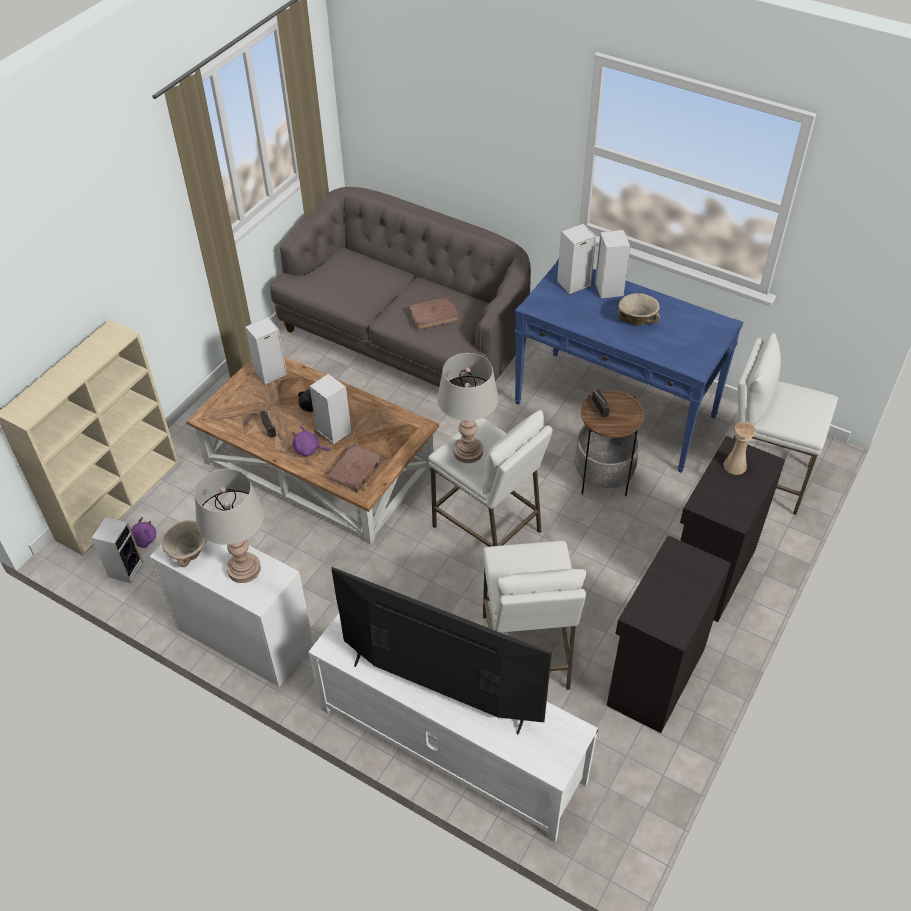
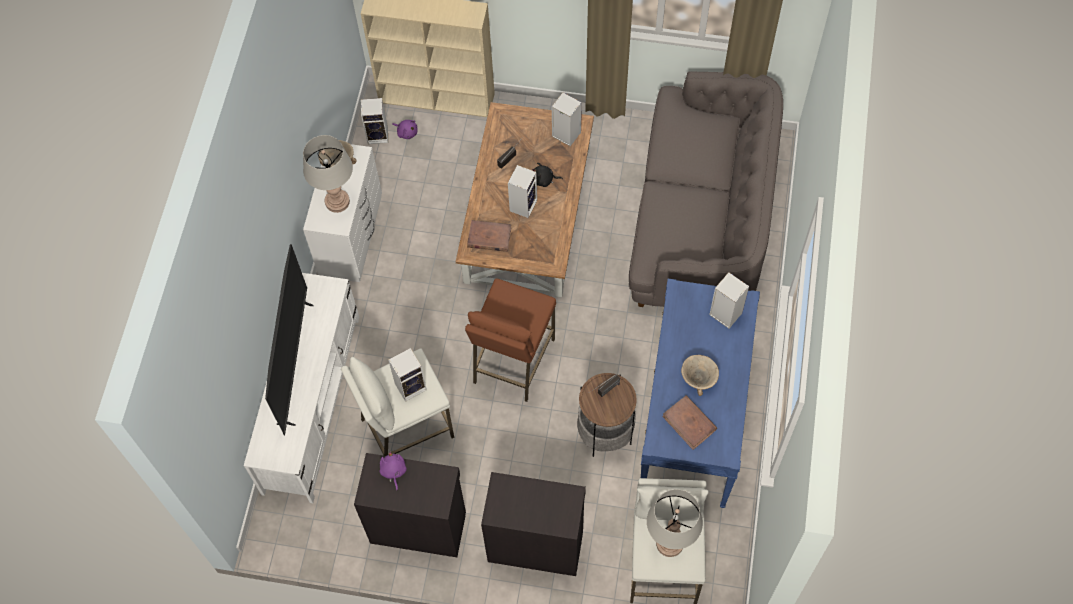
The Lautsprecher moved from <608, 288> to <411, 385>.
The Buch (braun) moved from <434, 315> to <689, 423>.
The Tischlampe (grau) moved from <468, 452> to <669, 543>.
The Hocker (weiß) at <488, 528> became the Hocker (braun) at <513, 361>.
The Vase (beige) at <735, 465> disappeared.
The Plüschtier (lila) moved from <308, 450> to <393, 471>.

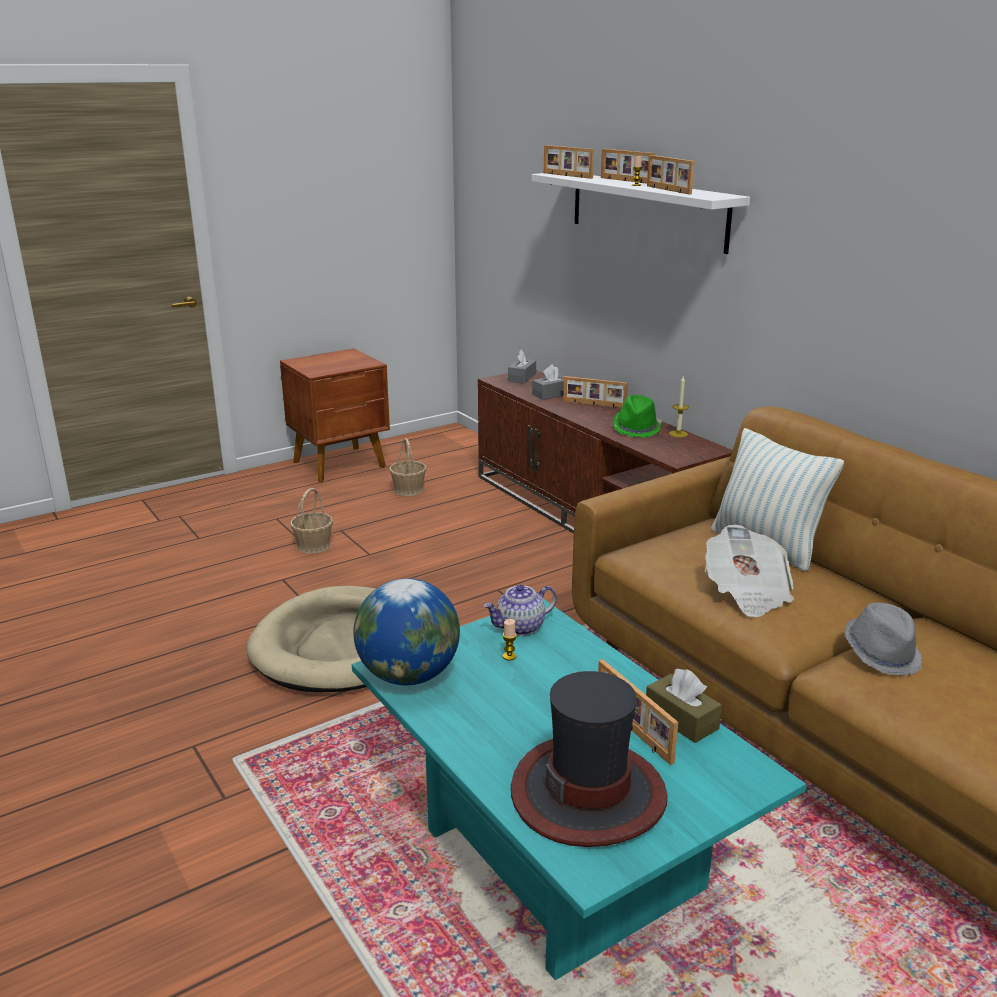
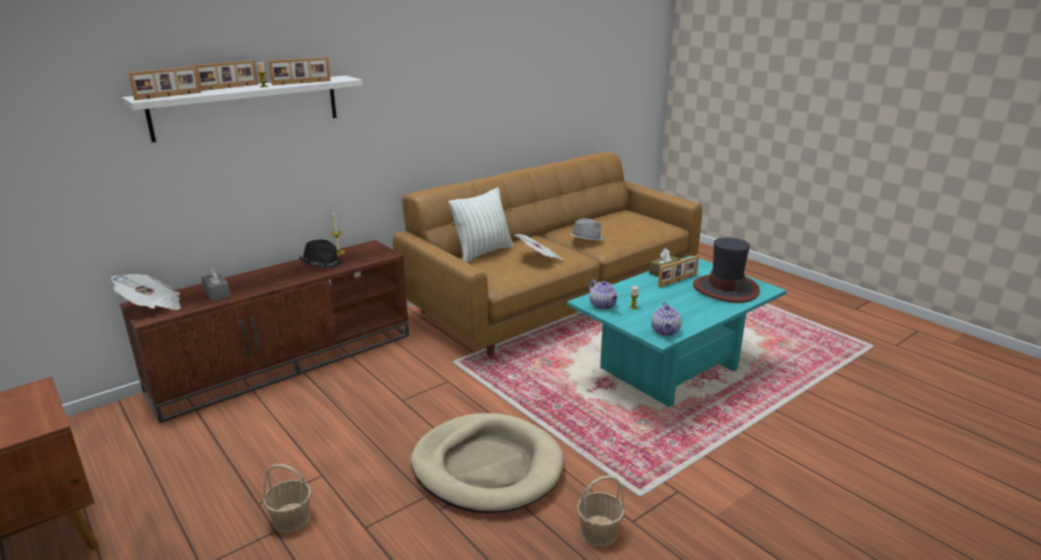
The Taschentuchbox (grau) at <522, 378> was replaced by the Zeitung at <152, 306>.
The Bilderrahmen at <594, 404> disappeared.
The Hut (grün) at <636, 428> became the Hut (schwarz) at <321, 264>.
The Korb moved from <409, 489> to <598, 531>.
The Globus at <409, 676> was replaced by the Teekanne at <665, 331>.

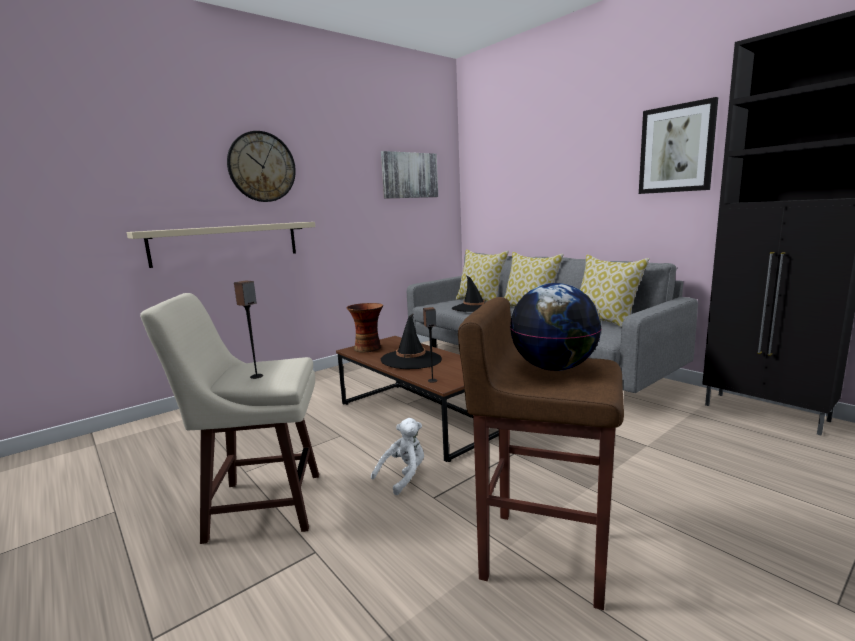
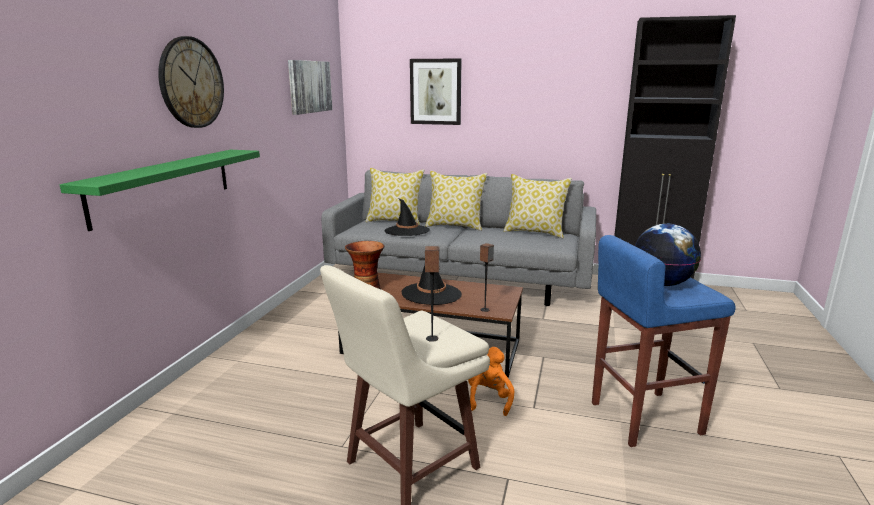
The Bild moved from <676, 149> to <435, 92>.
The Wandregal (beige) at <226, 243> became the Wandregal (grün) at <164, 185>.
The Hocker (braun) at <543, 554> became the Hocker (blau) at <643, 417>.
The Plüschtier (weiß) at <403, 476> became the Plüschtier (orange) at <490, 400>.

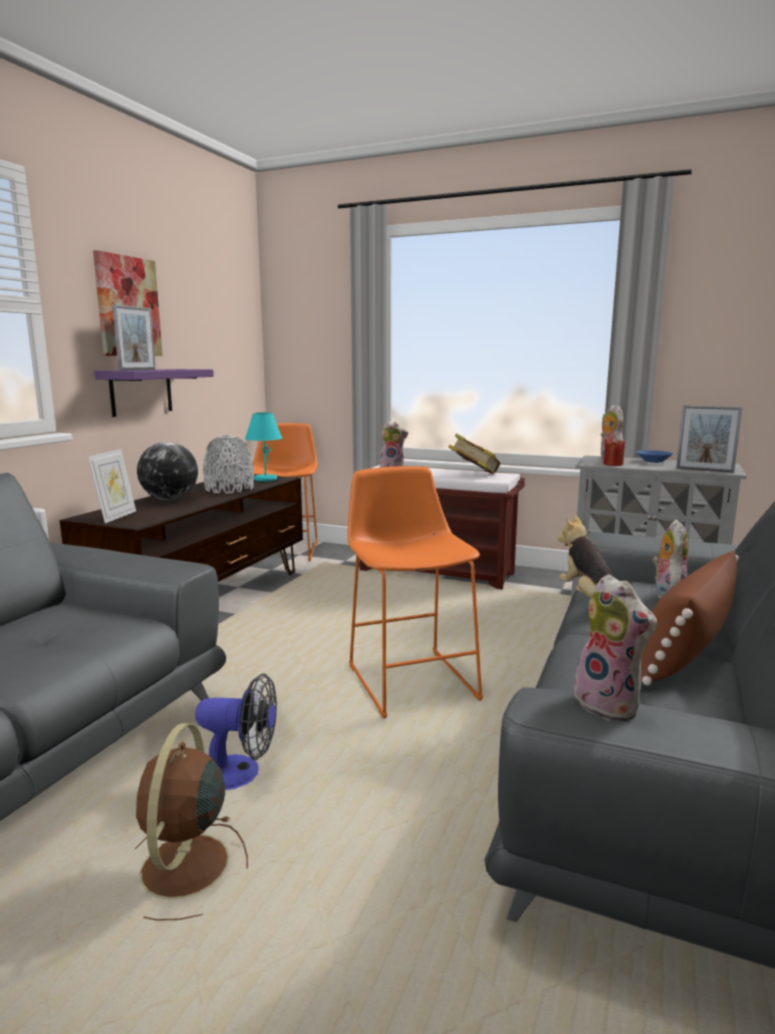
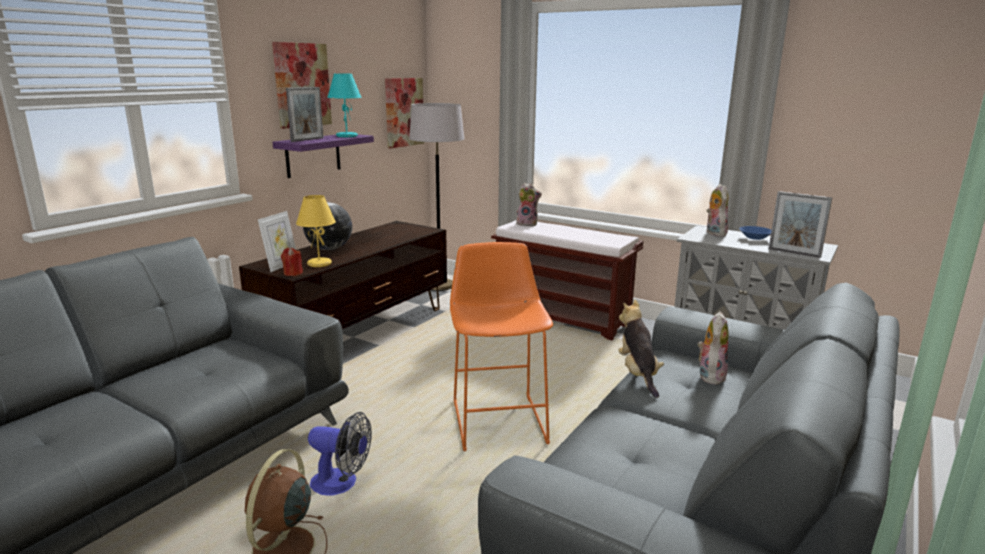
The Tischlampe (türkis) moved from <265, 479> to <346, 136>.
The Hocker (orange) at <286, 549> was replaced by the Stehlampe (grau) at <439, 286>.
The Buch at <474, 474> disappeared.
The Vase (grau) at <229, 489> disappeared.
The Kerze (rot) moved from <613, 464> to <293, 273>.
The Kissen (braun) at <684, 650> disappeared.
The Plüschtier at <610, 705> disappeared.
The Bild at <404, 112> appeared.
The Tischlampe (gelb) at <319, 264> appeared.

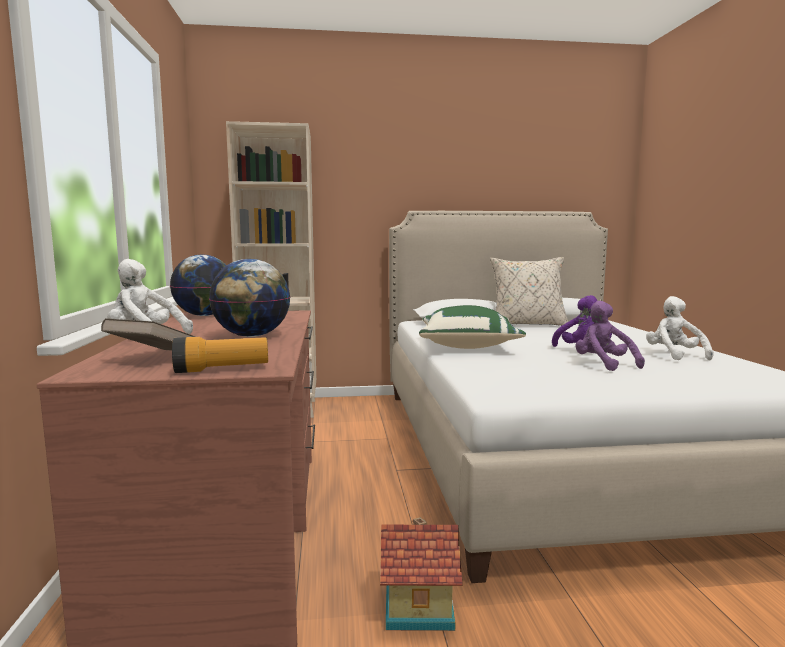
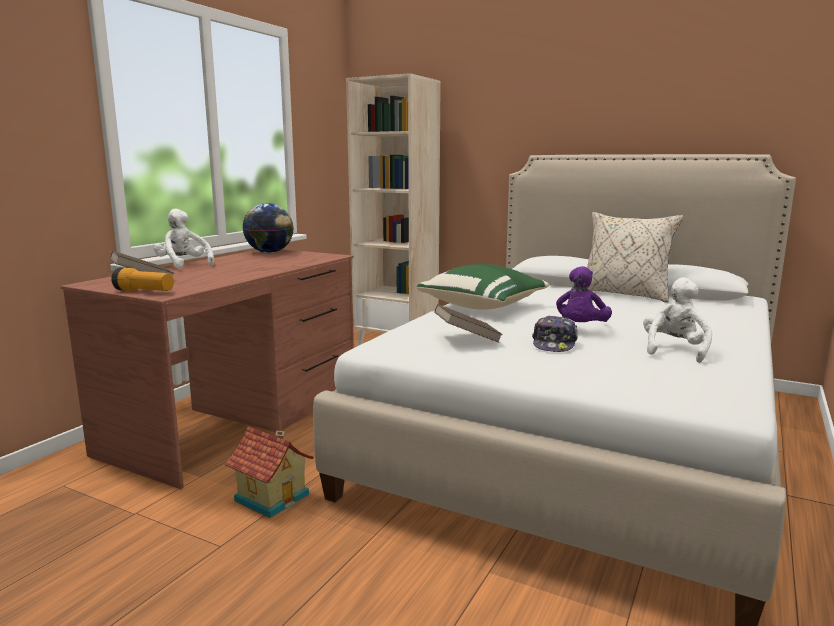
The Globus at <251, 336> disappeared.
The Plüschtier (lila) at <603, 364> was replaced by the Kappe at <554, 344>.
The Buch (braun) at <467, 338> appeared.

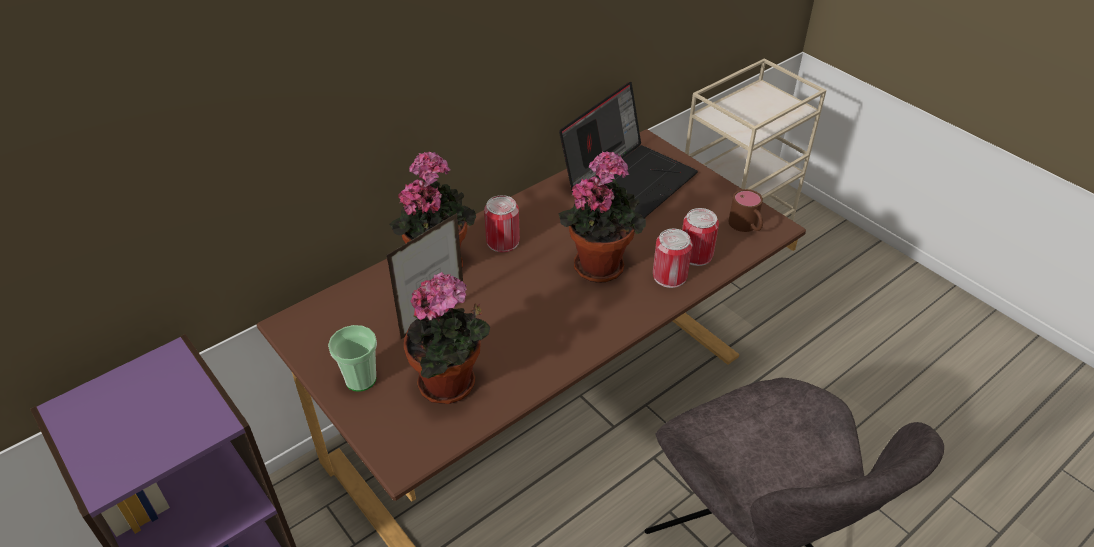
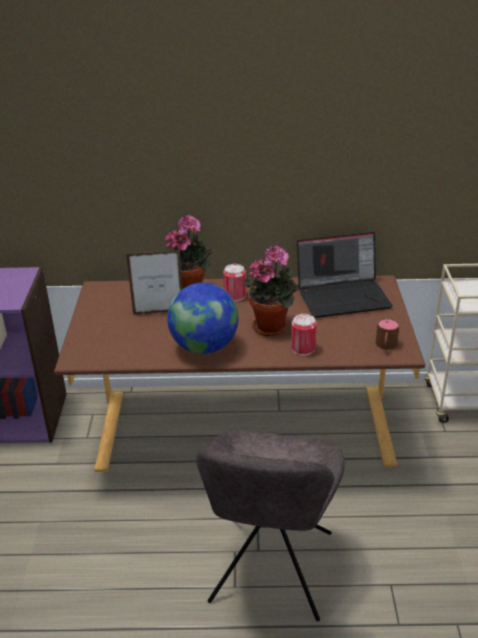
The Dose at <696, 254> disappeared.
The Topfpflanze at <452, 385> disappeared.
The Tasse at <360, 379> disappeared.
The Globus at <204, 347> appeared.

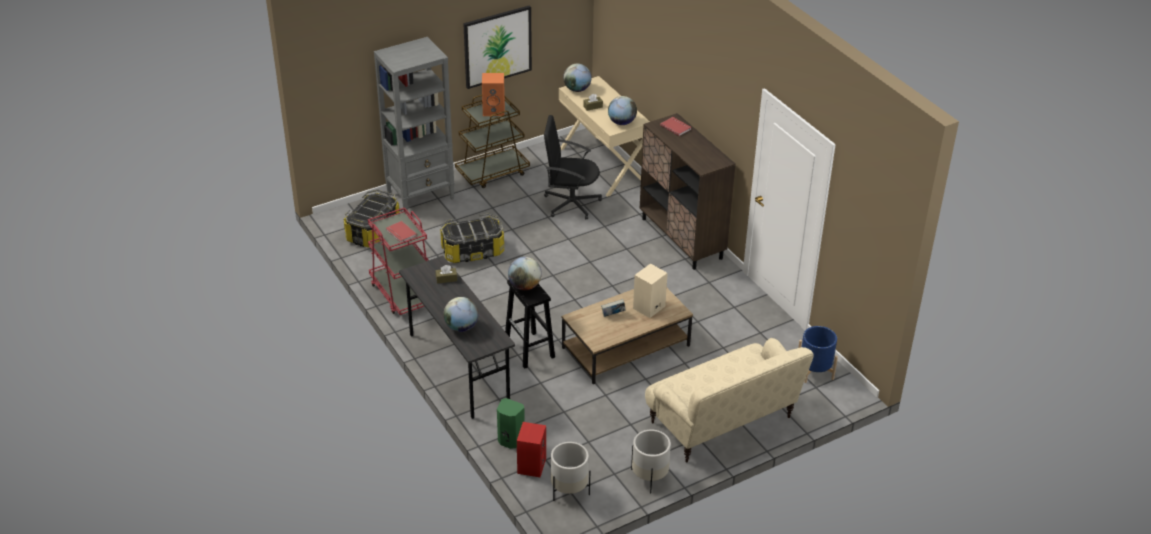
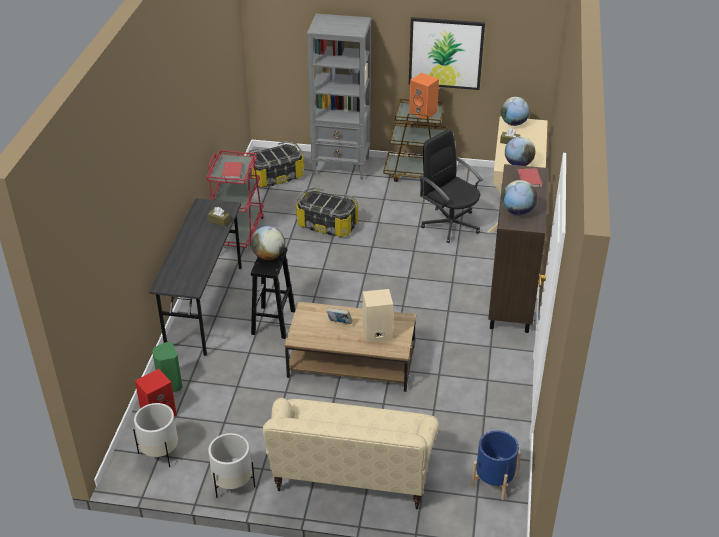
The Globus moved from <461, 327> to <517, 211>.

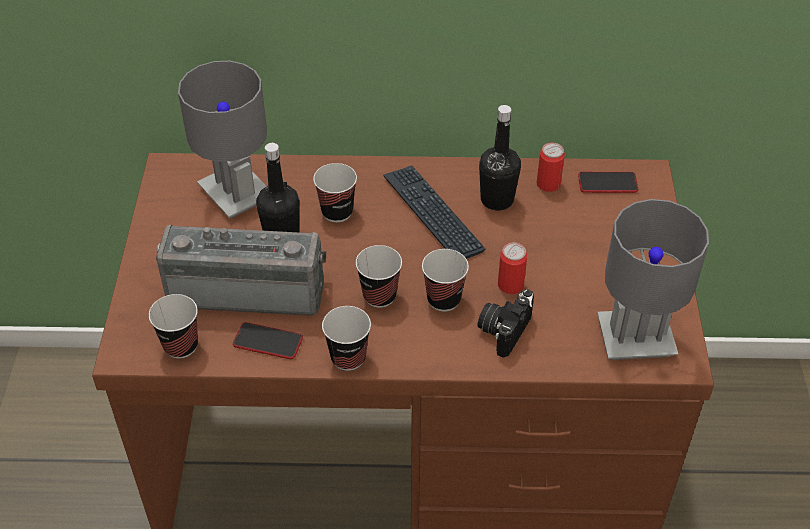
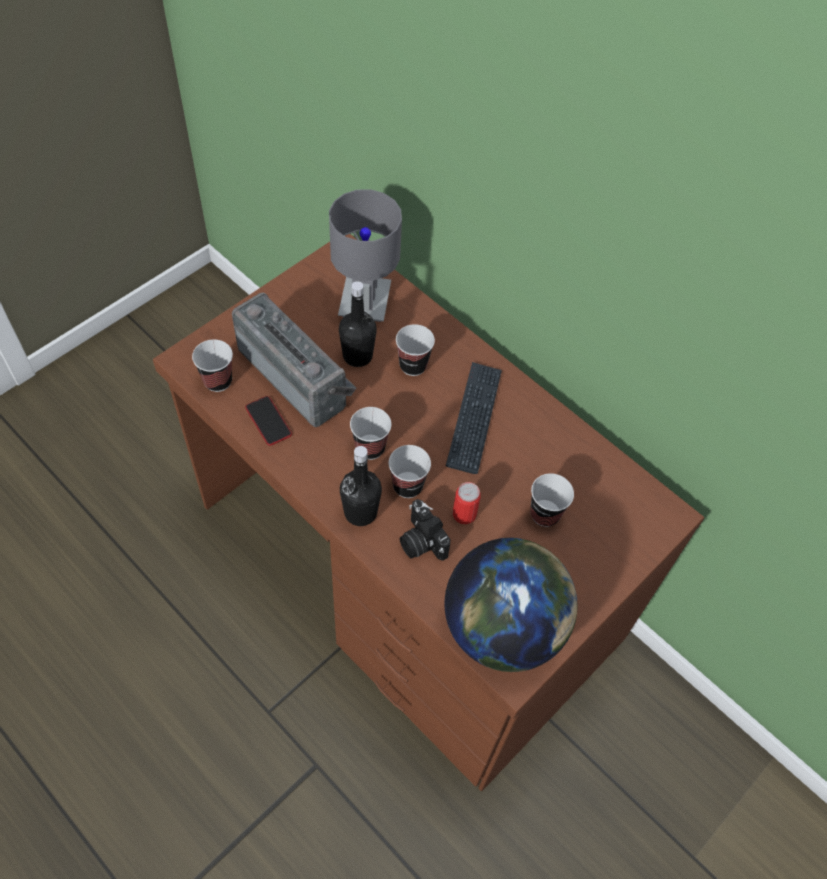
The Flasche (schwarz) moved from <497, 200> to <360, 512>.
The Dose at <548, 184> disappeared.
The Handy at <607, 183> disappeared.
The Tischlampe (grau) at <635, 338> was replaced by the Globus at <503, 628>.
The Kamera at <503, 330> turned 105 degrees counterclockwise.
The Tasse moved from <348, 357> to <545, 514>.

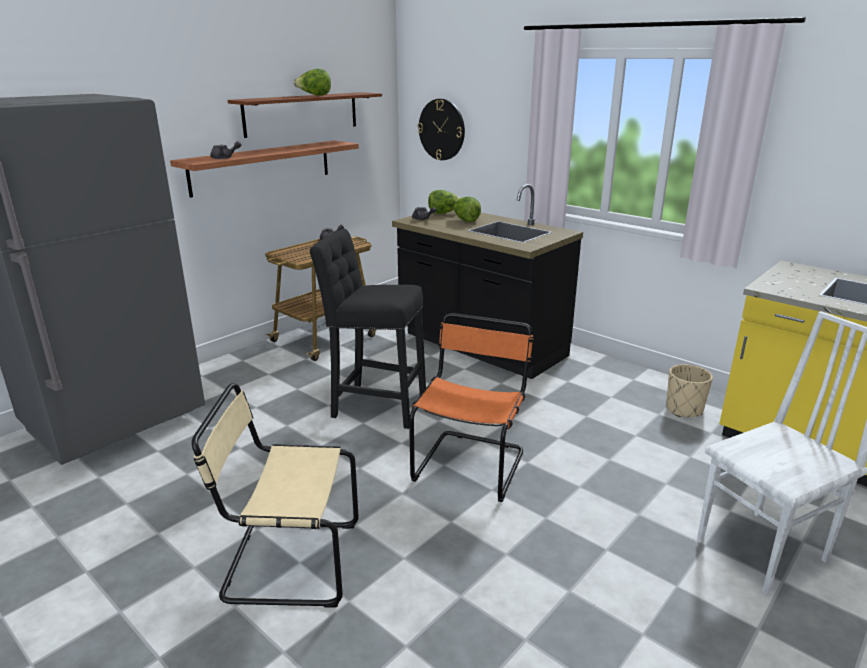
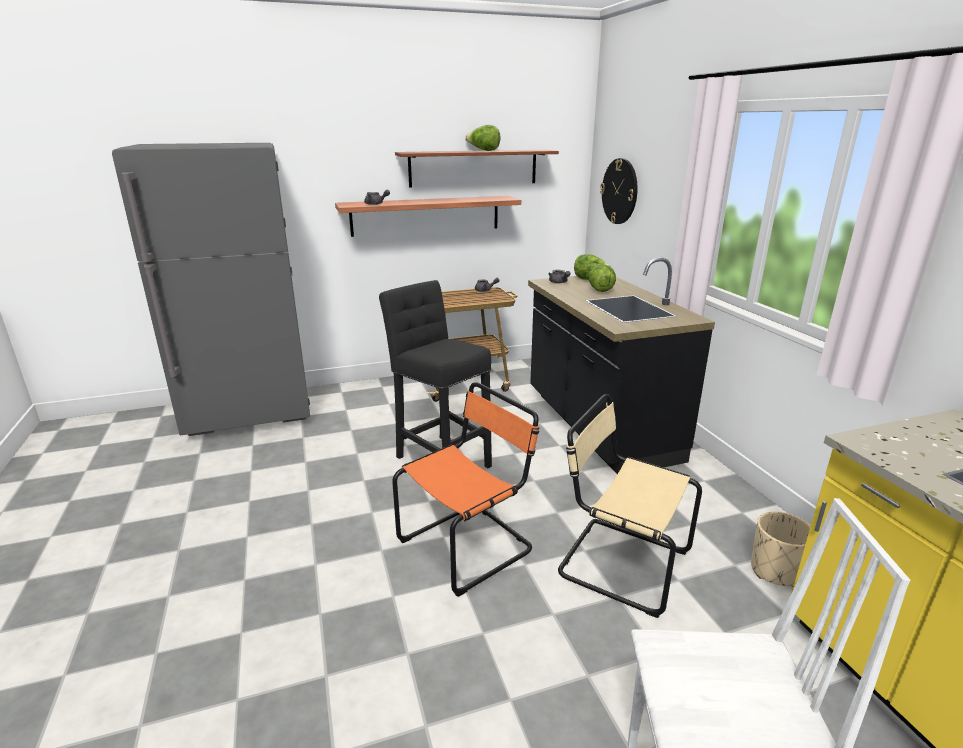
The Stuhl (beige) moved from <287, 562> to <618, 562>.

